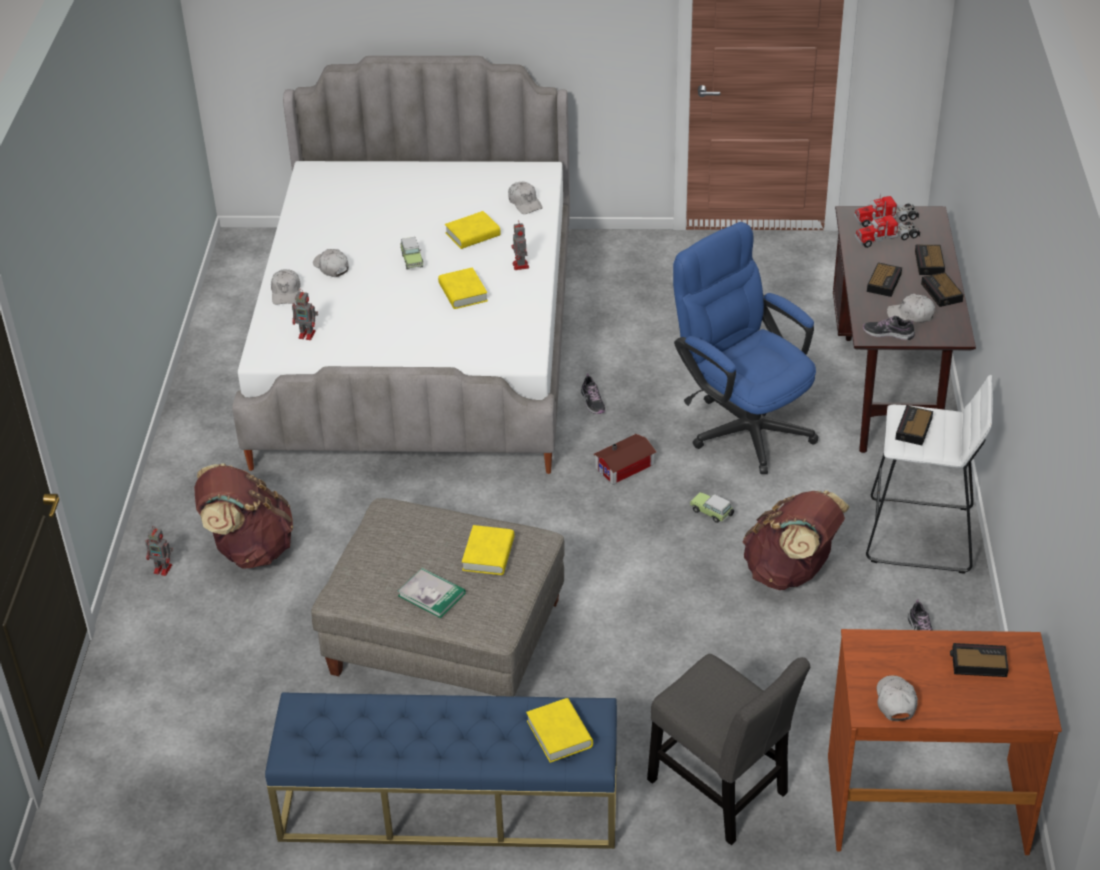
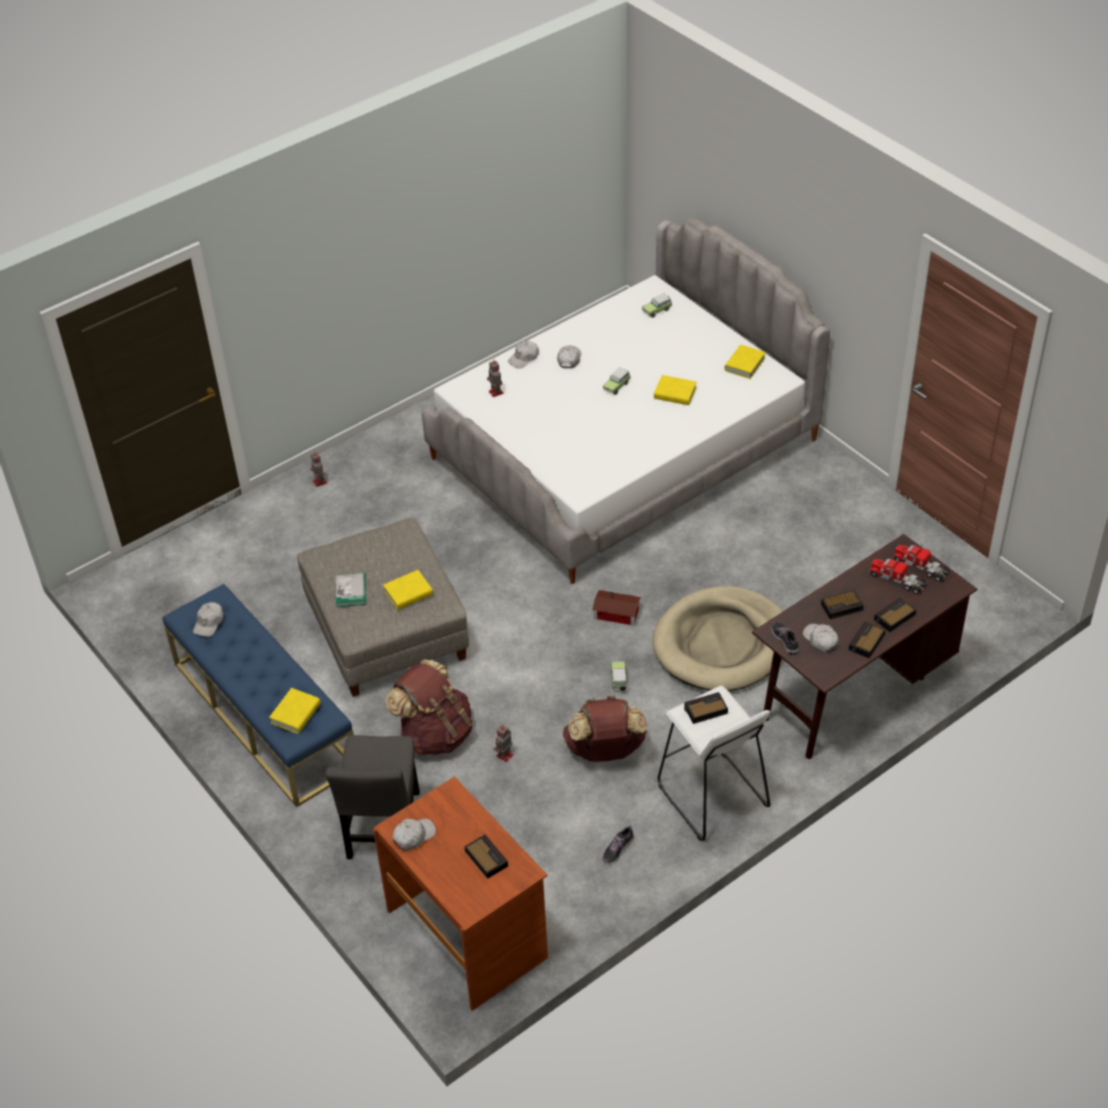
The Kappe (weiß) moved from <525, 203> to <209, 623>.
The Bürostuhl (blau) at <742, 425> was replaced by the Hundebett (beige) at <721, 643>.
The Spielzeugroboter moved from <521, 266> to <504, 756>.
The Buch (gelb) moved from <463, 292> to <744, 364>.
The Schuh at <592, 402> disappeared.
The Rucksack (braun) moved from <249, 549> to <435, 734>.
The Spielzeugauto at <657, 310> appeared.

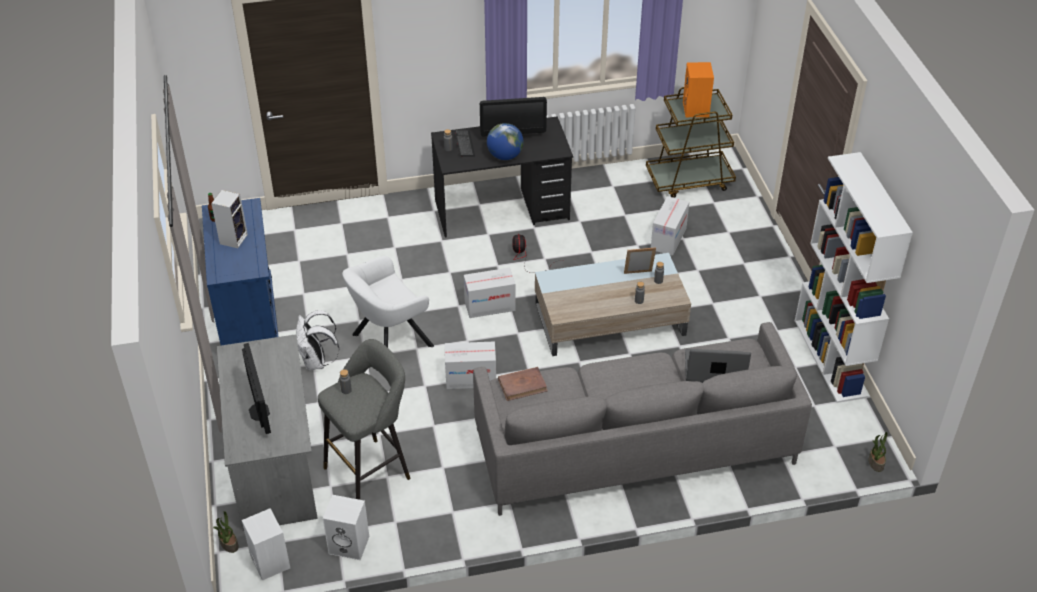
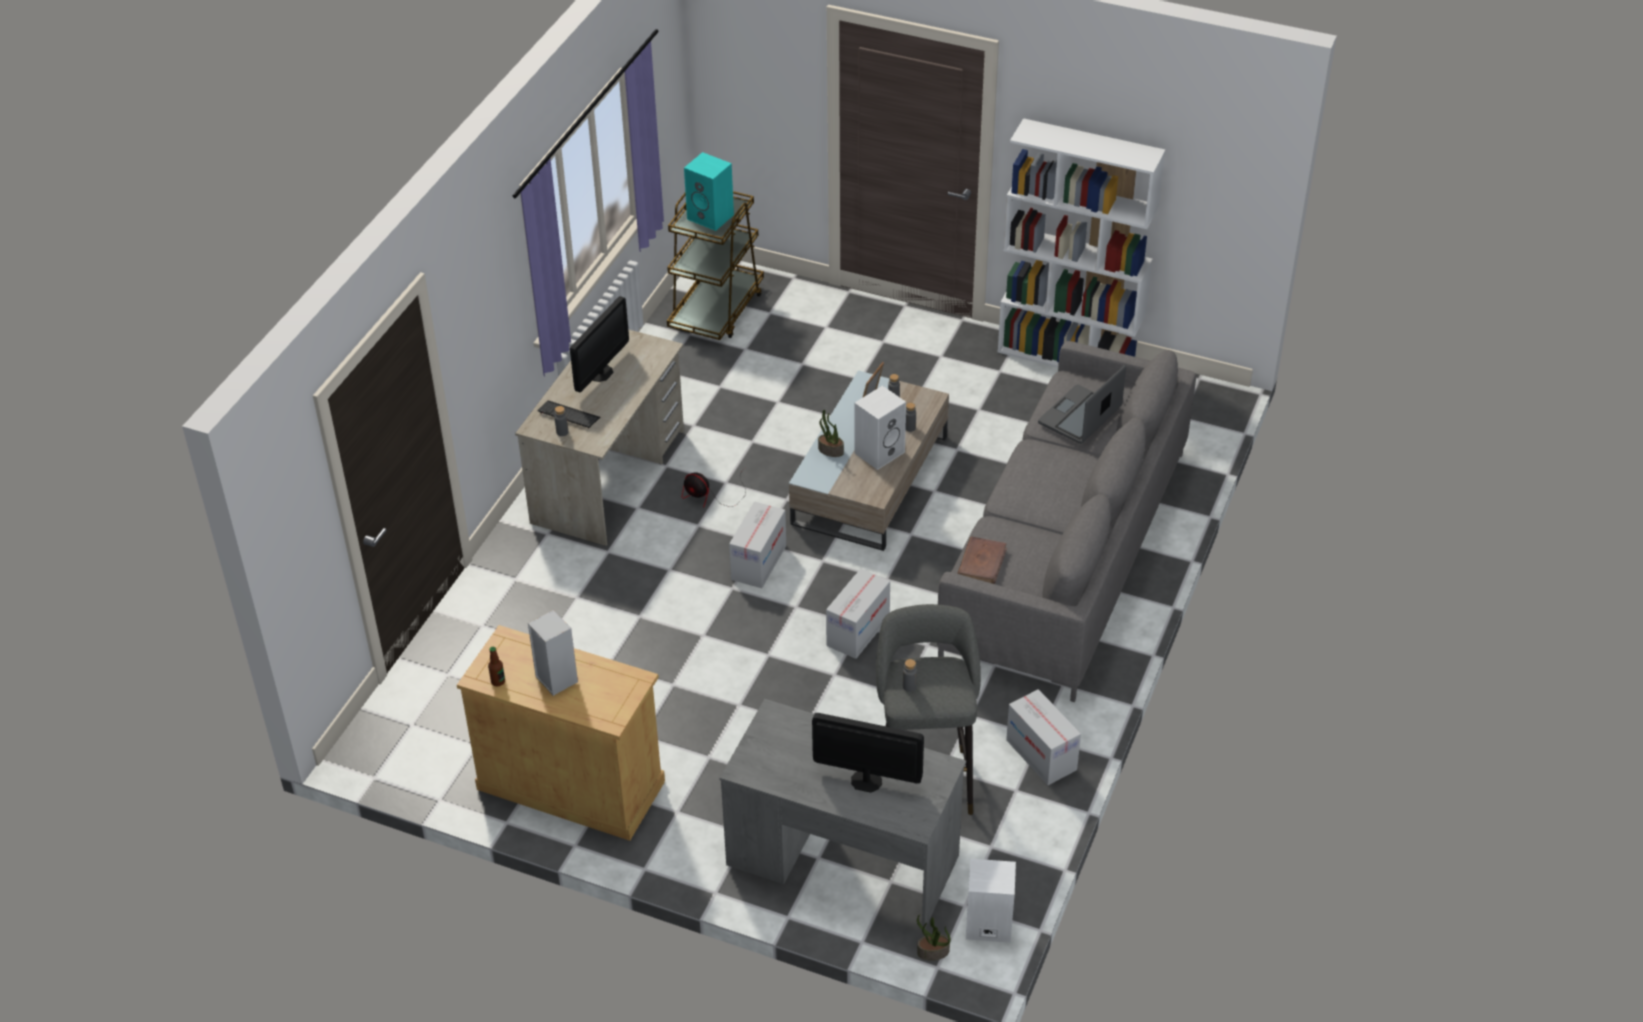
The Lautsprecher (orange) at <696, 109> became the Lautsprecher (türkis) at <712, 217>.
The Schreibtisch (schwarz) at <502, 210> became the Schreibtisch (beige) at <609, 477>.
The Globus at <505, 156> disappeared.
The Karton moved from <668, 239> to <1041, 755>.
The Schrank (blau) at <249, 318> became the Schrank (beige) at <571, 784>.
The Sessel (weiß) at <388, 342> disappeared.
The Rucksack (weiß) at <316, 362> disappeared.
The Topfpflanze moved from <875, 463> to <830, 450>.
The Lautsprecher (weiß) moved from <350, 544> to <879, 451>.

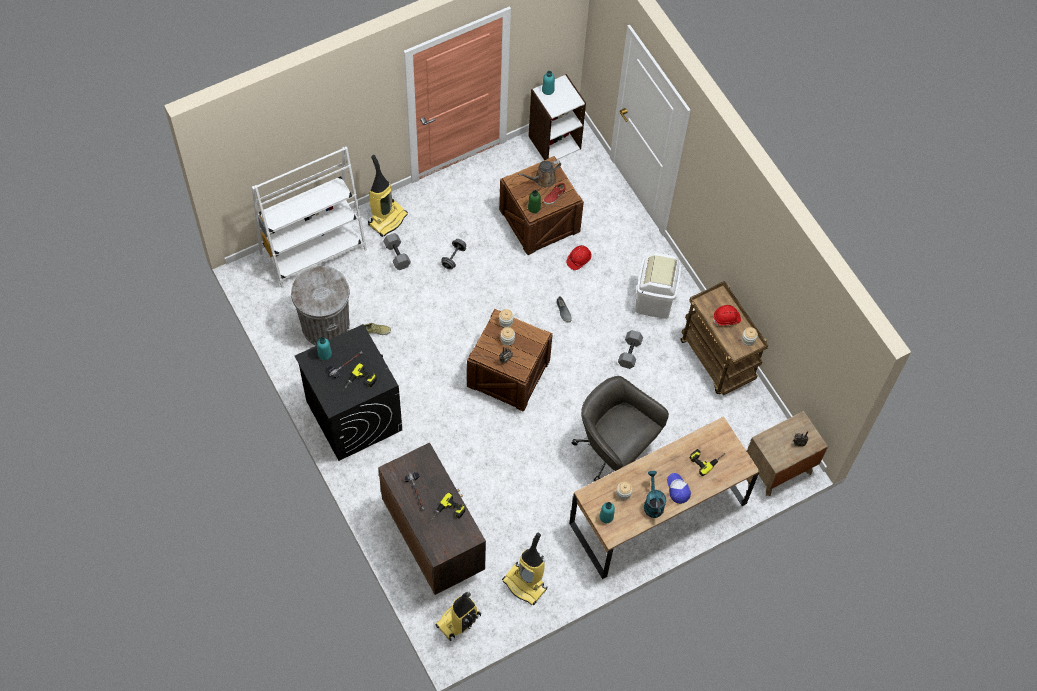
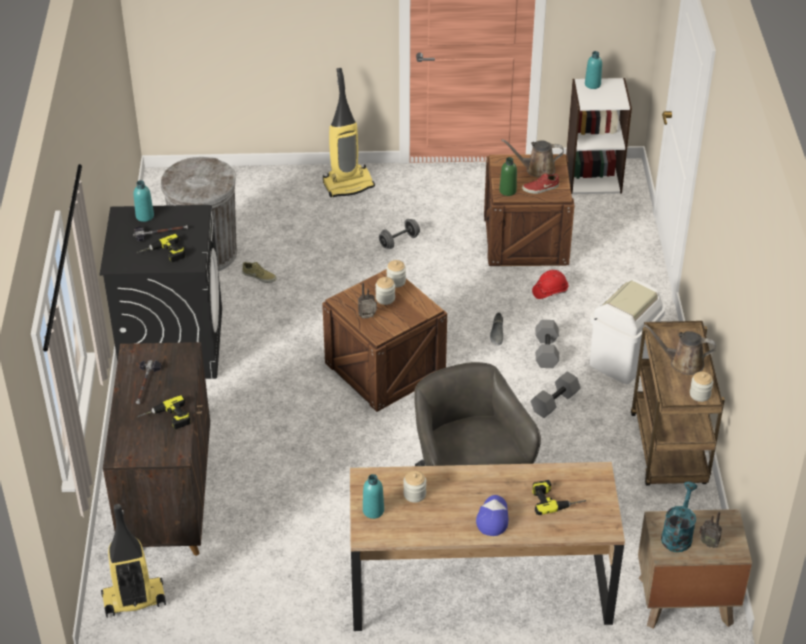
The Bücherregal (weiß) at <313, 251> disappeared.
The Hantel (grau) moved from <396, 255> to <545, 351>.
The Schutzhelm (rot) at <726, 318> was replaced by the Gießkanne (braun) at <683, 363>.
The Gießkanne (türkis) moved from <653, 503> to <677, 534>.
The Staubsauger at <525, 584> disappeared.

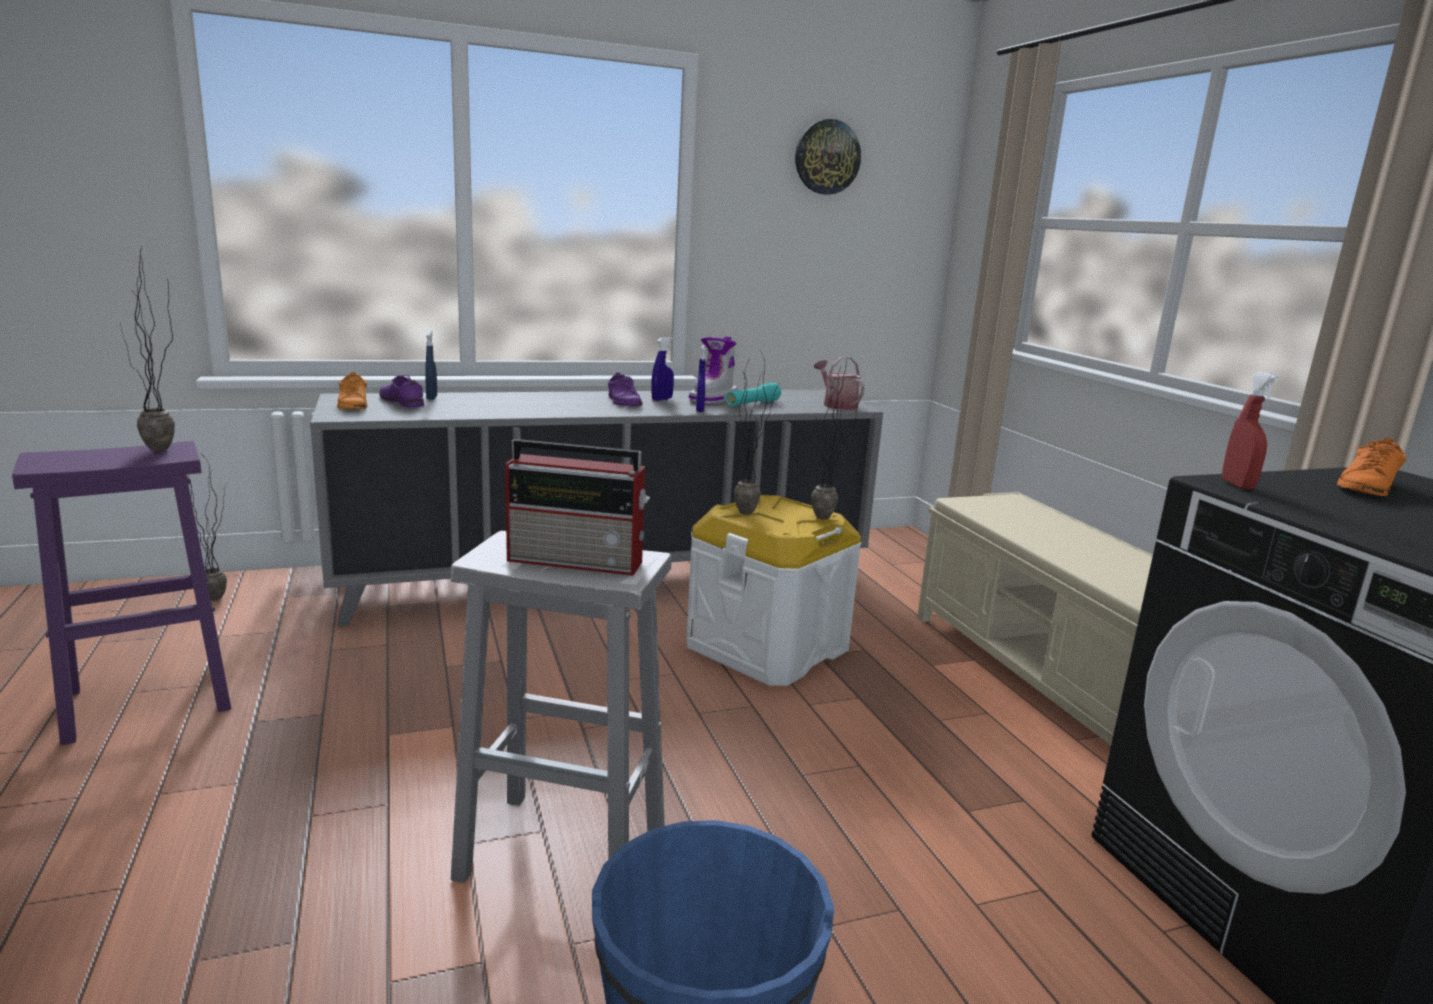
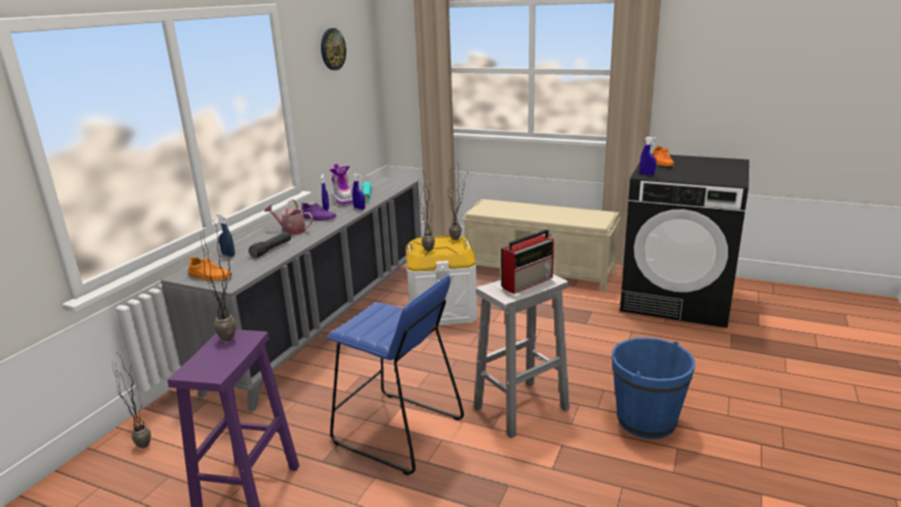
The Gießkanne moved from <837, 405> to <291, 230>.
The Sprühflasche (rot) at <1237, 485> became the Sprühflasche (blau) at <646, 174>.
The Schuh (lila) at <402, 402> disappeared.
The Taschenlampe (schwarz) at <272, 249> appeared.
The Hocker (blau) at <397, 431> appeared.

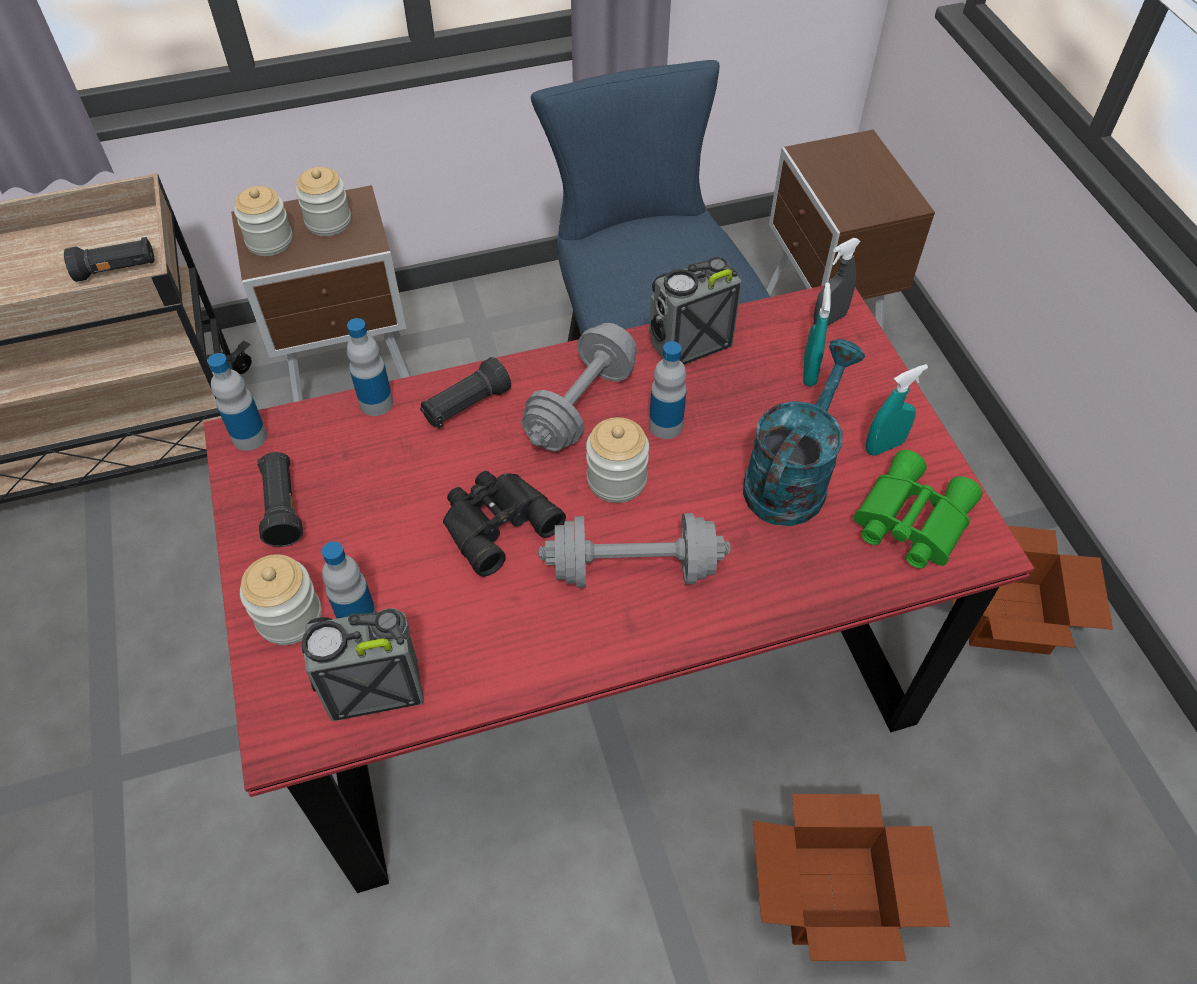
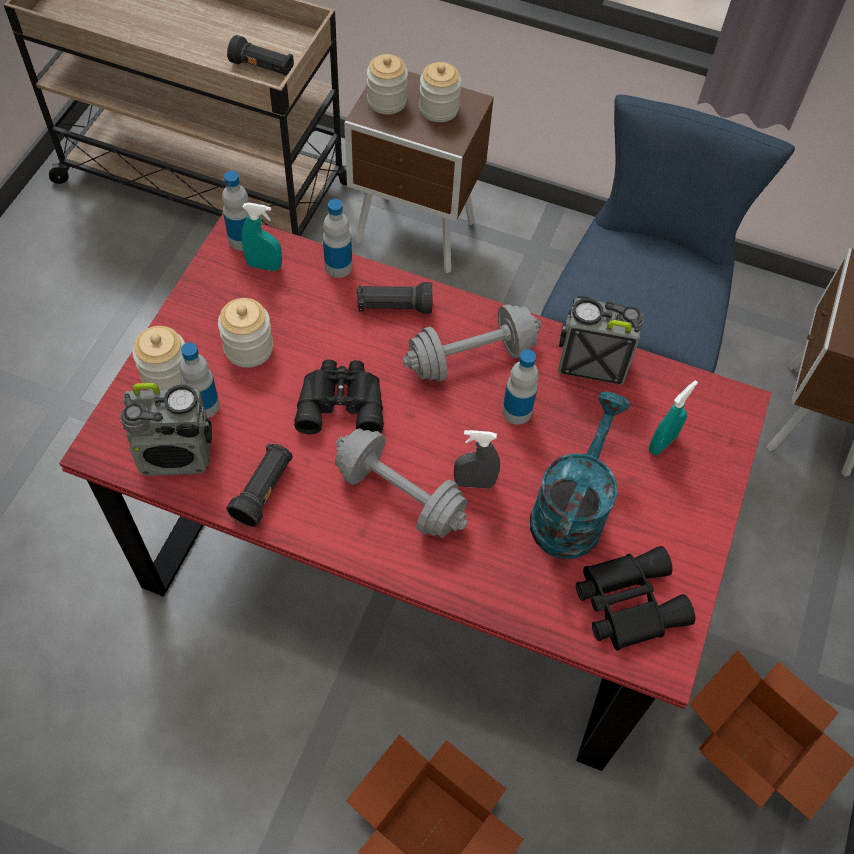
The Sprühflasche (grau) moved from <829, 320> to <474, 483>.
The Gießkanne (türkis) at <791, 477> turned 45 degrees counterclockwise.
The Sprühflasche (türkis) moved from <884, 446> to <264, 266>.
The Vorratsglas moved from <616, 479> to <248, 348>.
The Fernglas (grün) at <909, 520> became the Fernglas (schwarz) at <627, 601>.
The Taschenlampe (schwarz) moved from <282, 508> to <264, 491>.
The Radio at <373, 687> turned 150 degrees clockwise.

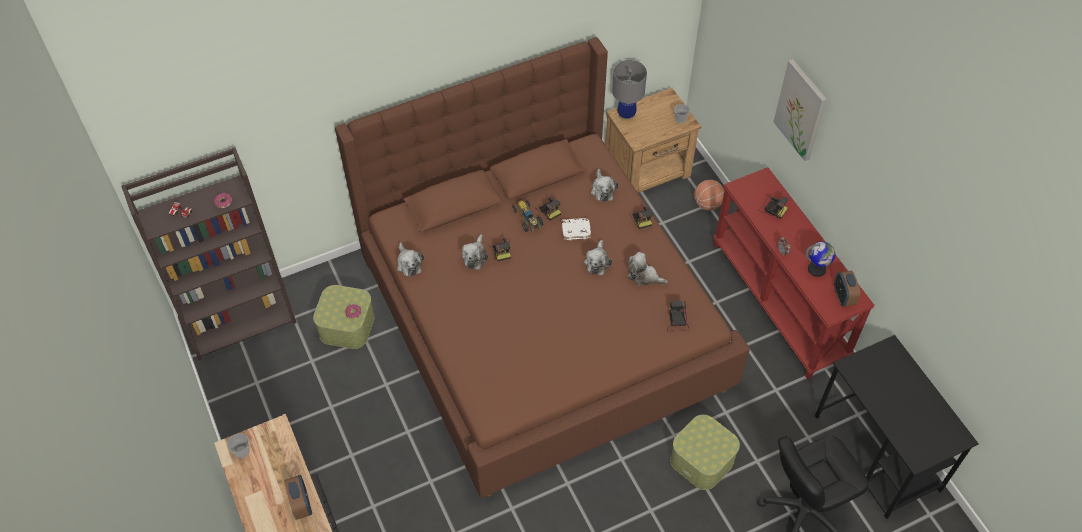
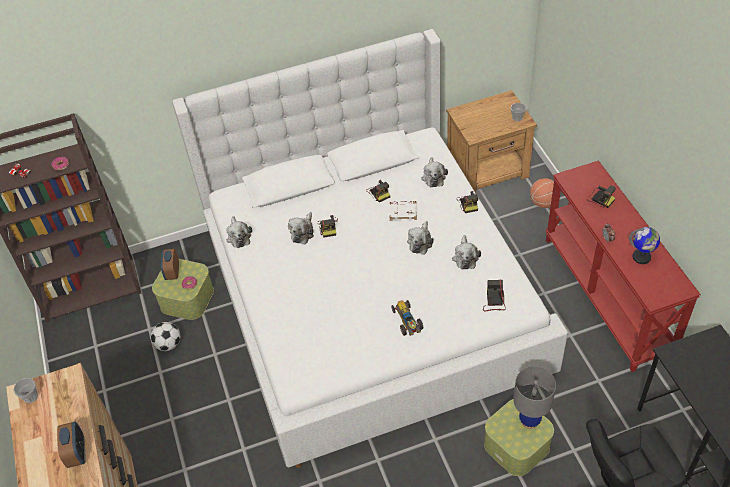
The Bett (braun) at <541, 319> became the Bett (weiß) at <371, 301>.
The Bild at <801, 110> disappeared.
The Tischlampe (grau) moved from <626, 115> to <529, 420>.
The Spielzeugauto moved from <528, 219> to <407, 322>.
The Plüschtier at <644, 276> turned 120 degrees counterclockwise.
The Wecker moved from <843, 297> to <172, 272>.
The Fußball at <168, 344> appeared.

